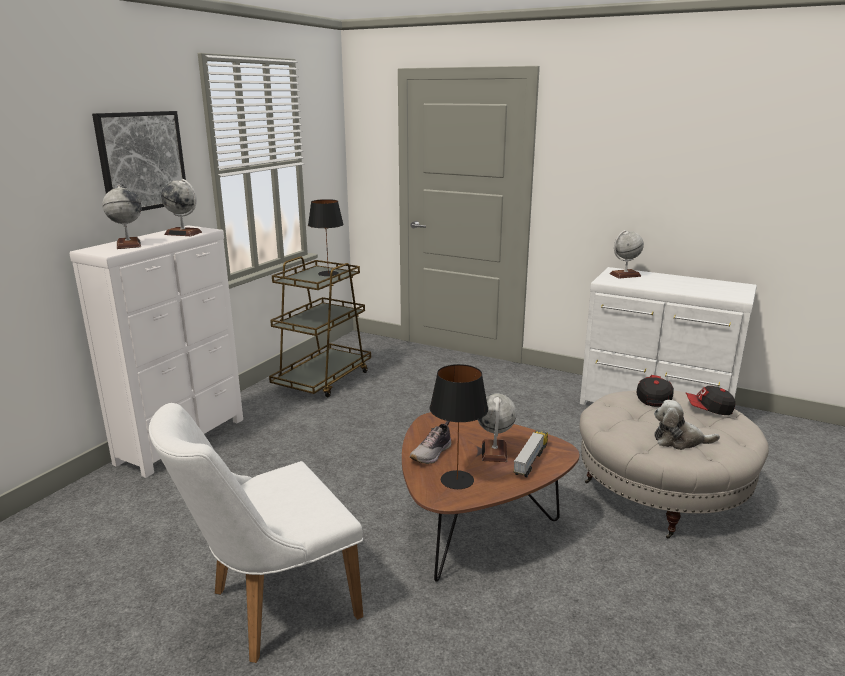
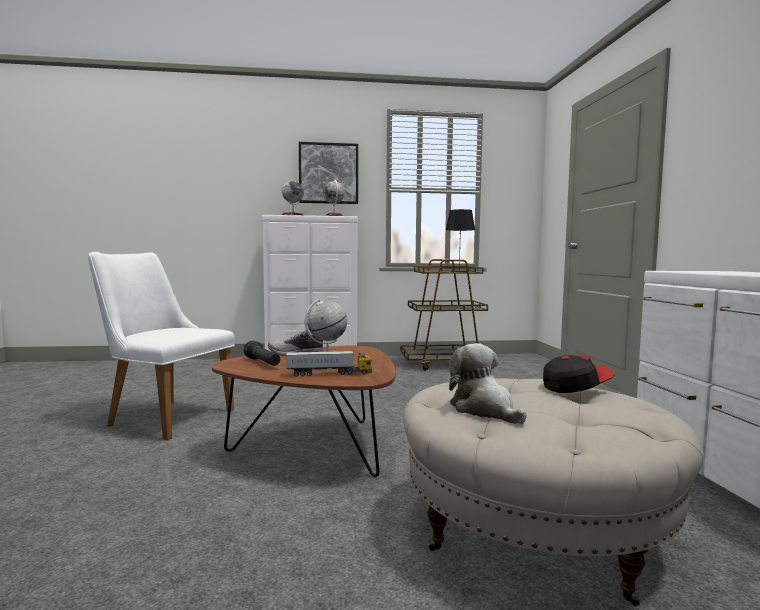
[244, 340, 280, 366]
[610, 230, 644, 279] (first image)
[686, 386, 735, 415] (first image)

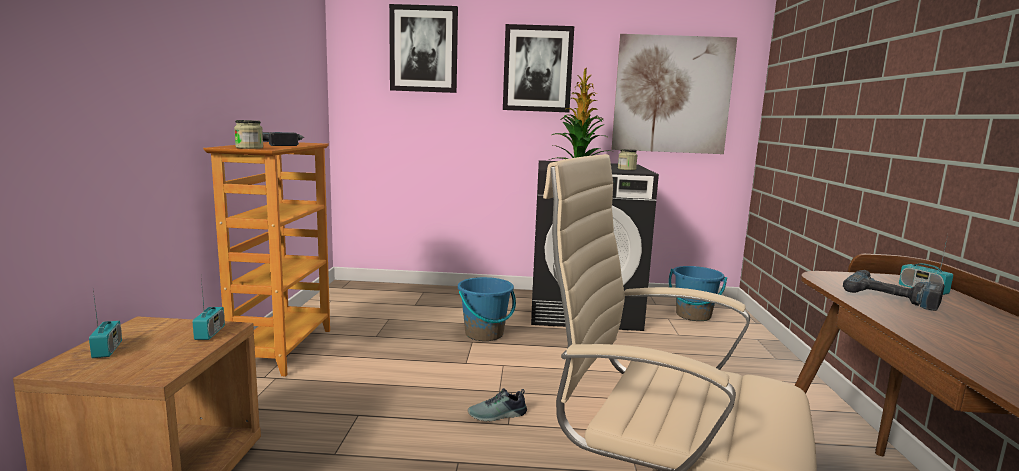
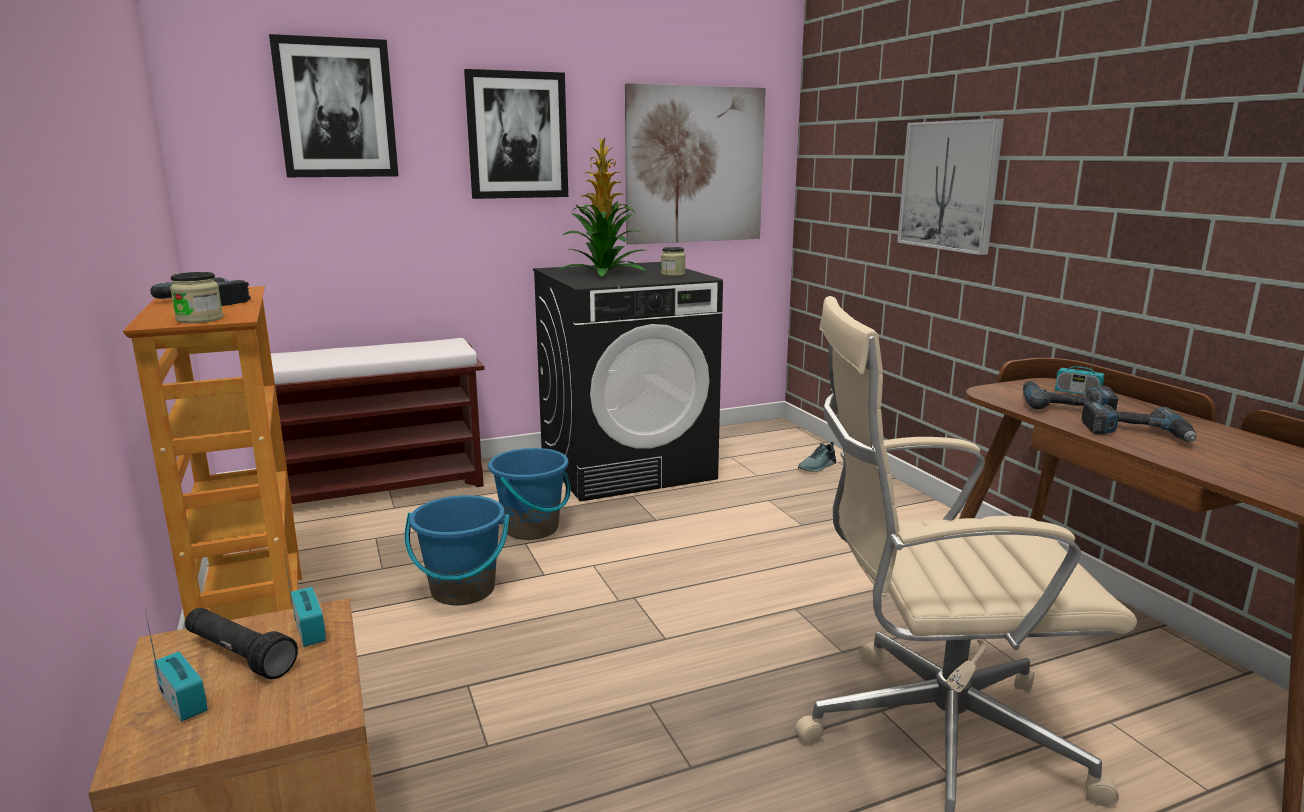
[185, 608, 298, 679]
[271, 338, 485, 504]
[404, 495, 510, 605]
[798, 442, 836, 472]
[897, 118, 1004, 255]
[1081, 401, 1197, 442]

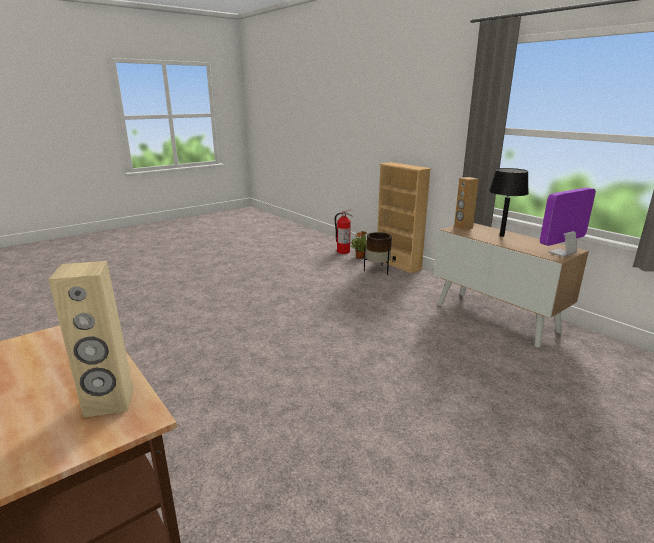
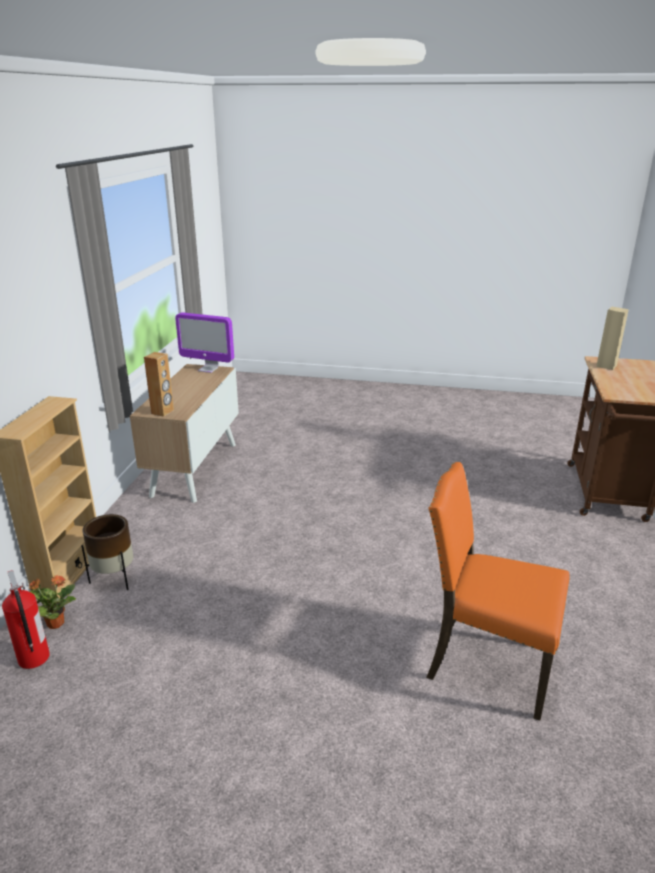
[426, 462, 570, 720]
[489, 168, 529, 237] (first image)

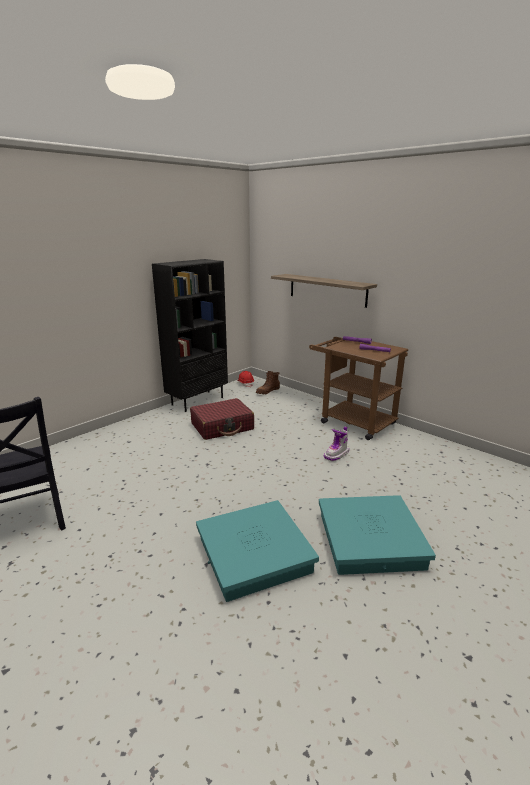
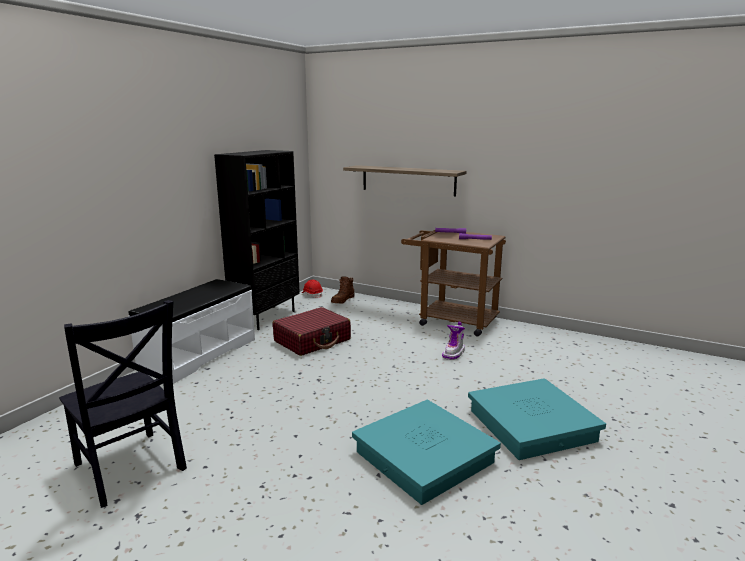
[128, 279, 255, 384]

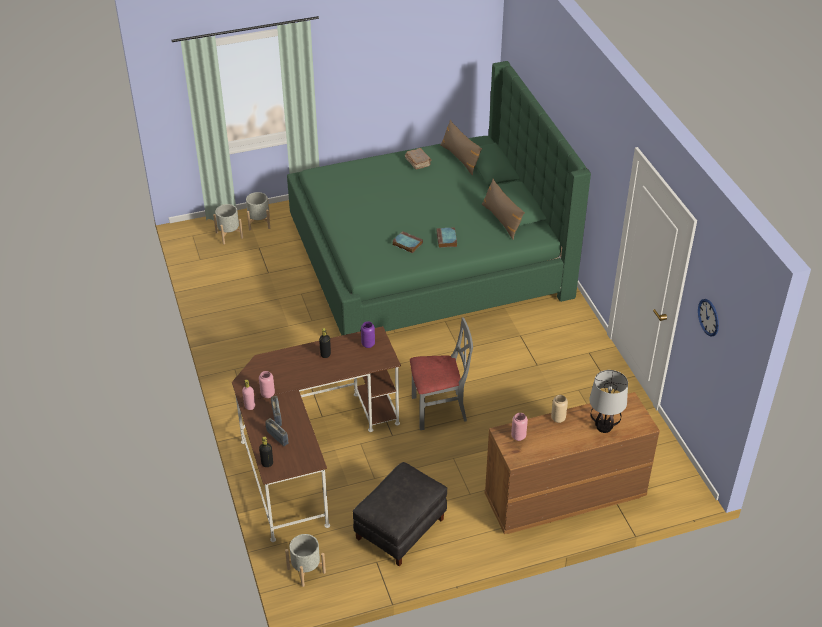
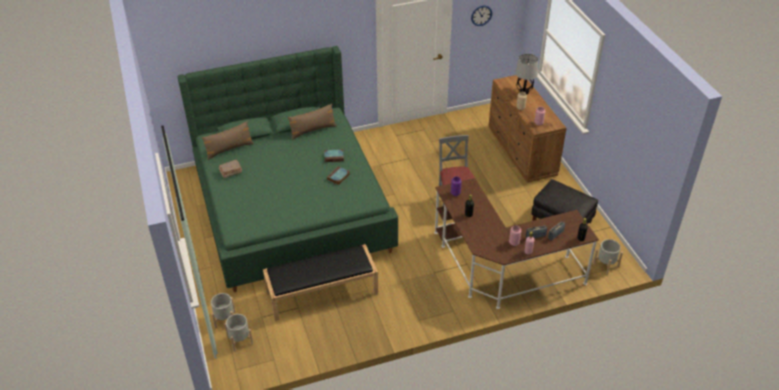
[263, 244, 378, 321]

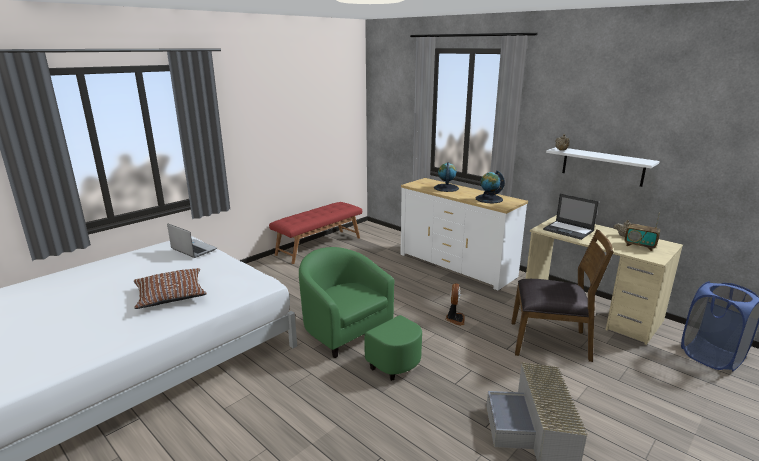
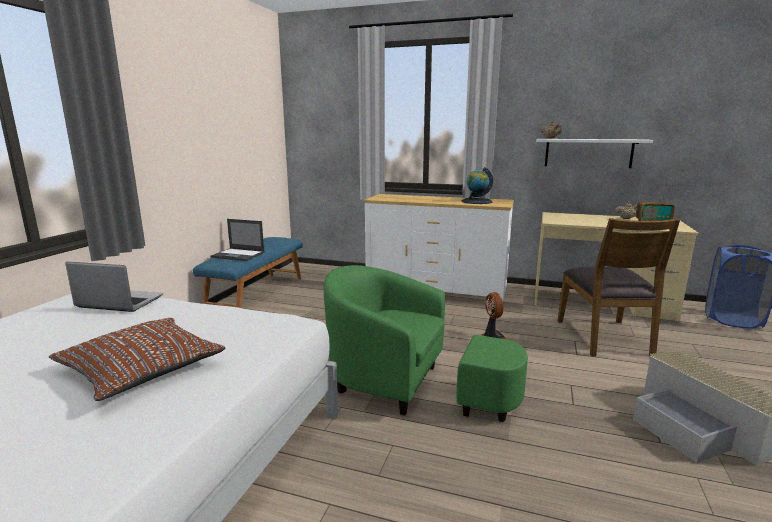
[193, 237, 303, 308]
[210, 219, 265, 261]
[557, 218, 680, 357]
[434, 162, 459, 192] (first image)

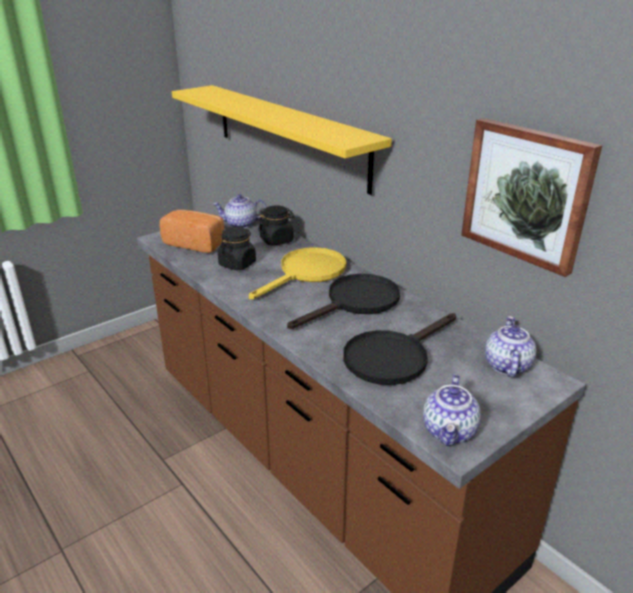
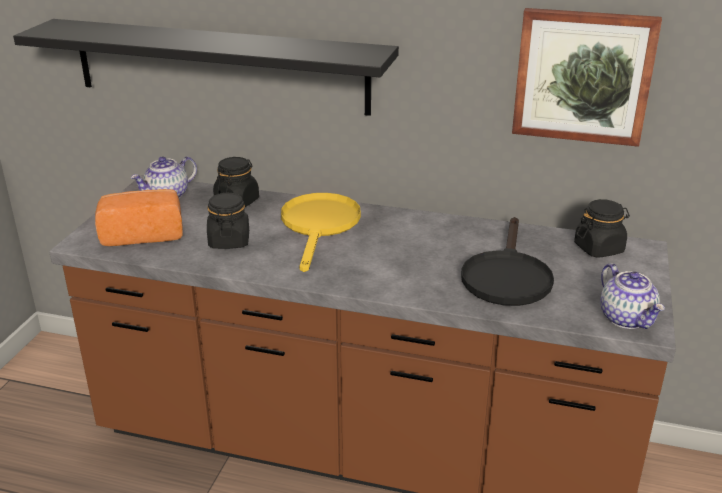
[13, 19, 399, 116]
[574, 199, 630, 258]
[287, 274, 400, 329] (first image)

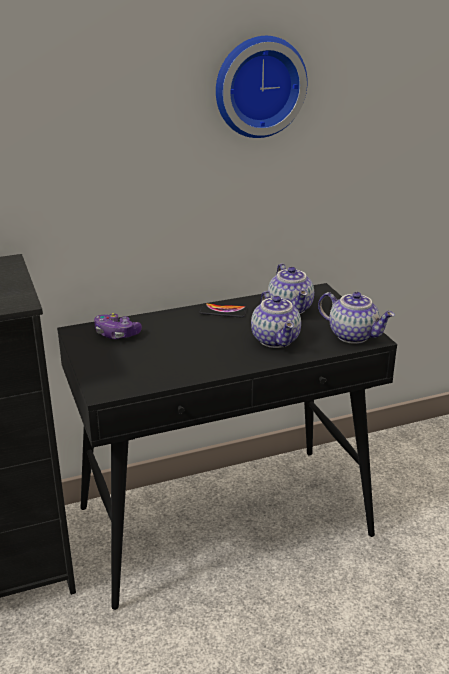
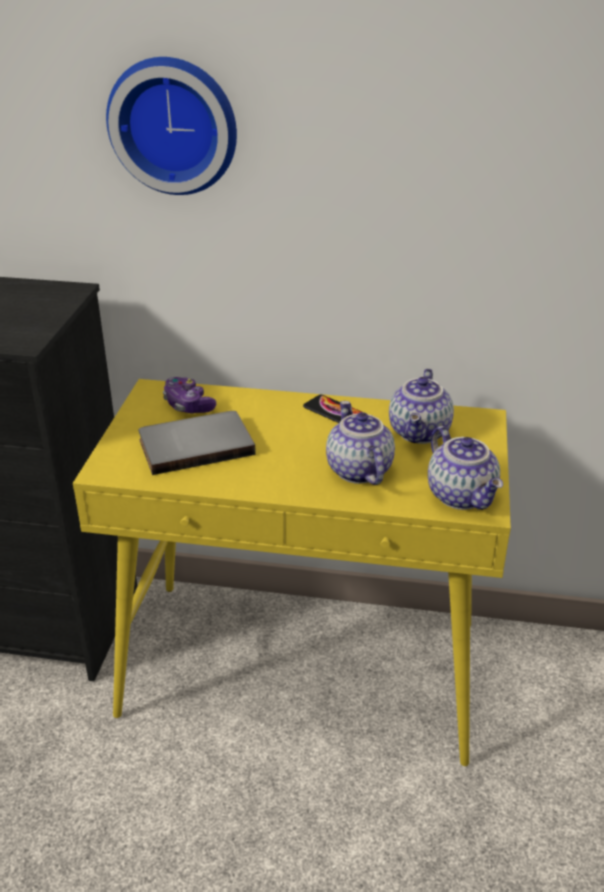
[73, 379, 511, 766]
[106, 57, 237, 195]
[138, 411, 256, 475]
[326, 401, 395, 485]

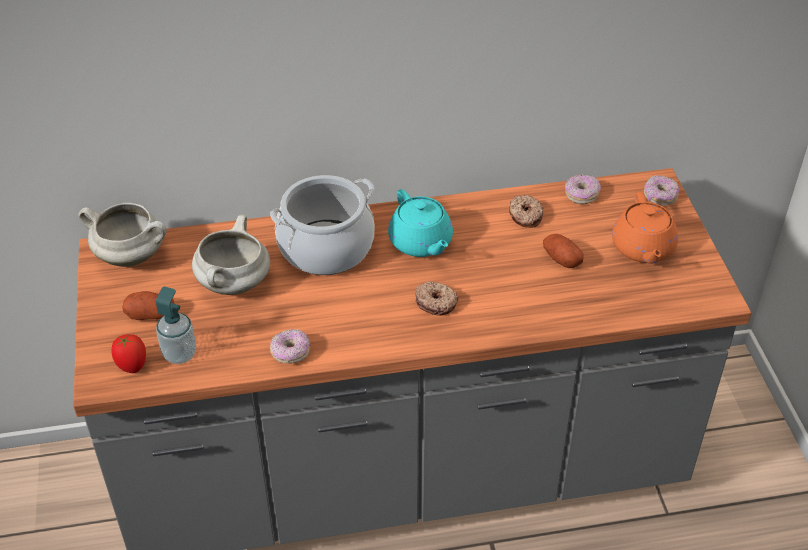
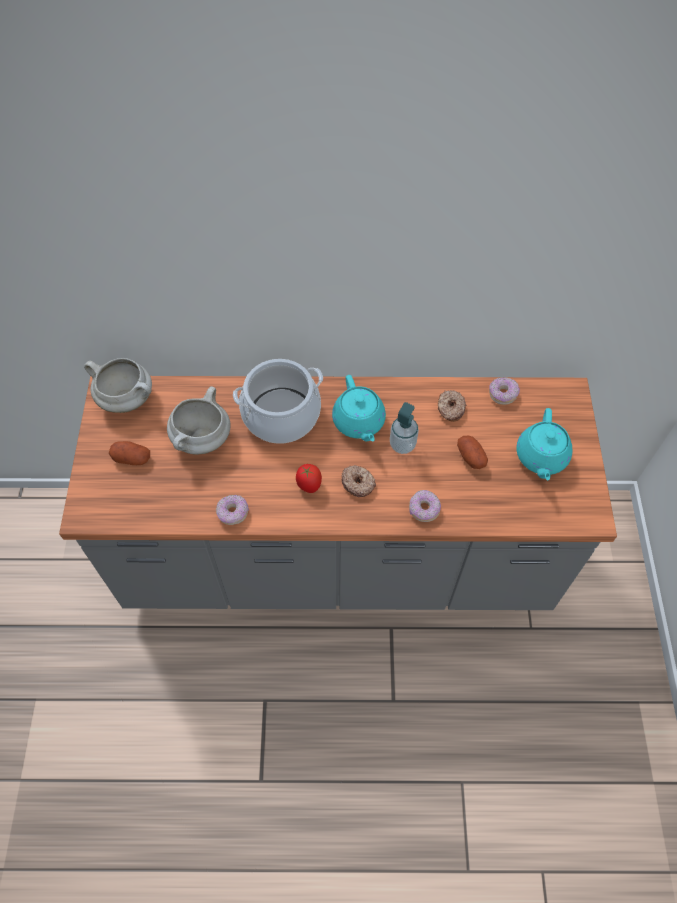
[296, 464, 322, 493]
[390, 402, 419, 454]
[409, 490, 441, 522]
[516, 408, 573, 480]

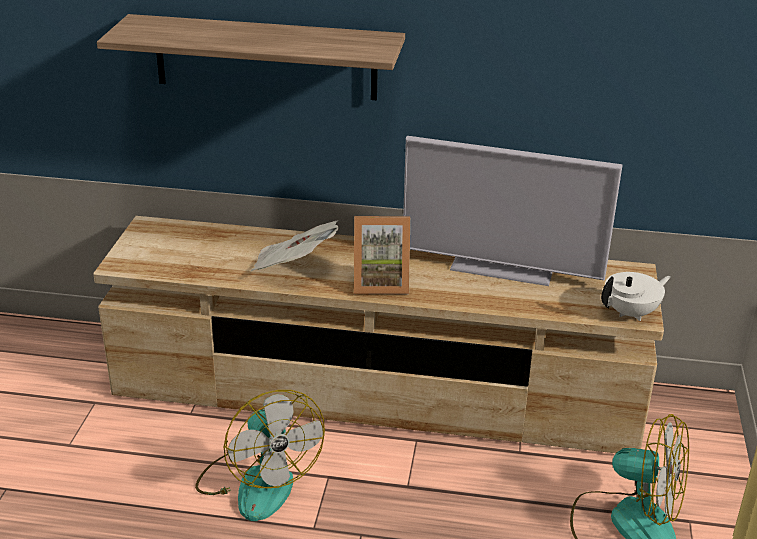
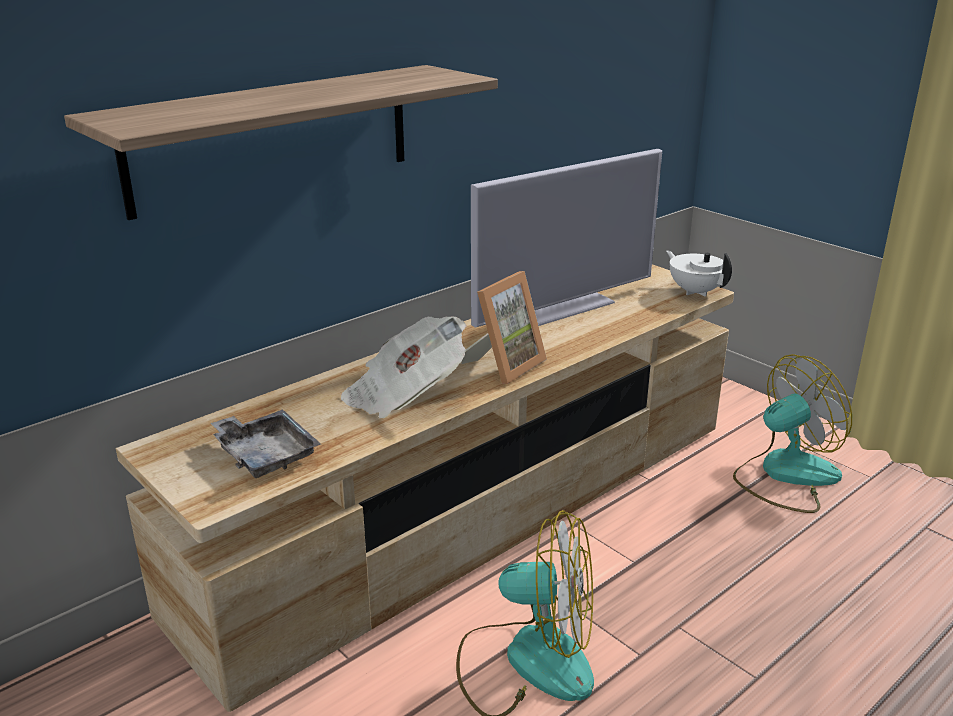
[211, 409, 321, 478]
[666, 251, 732, 297]

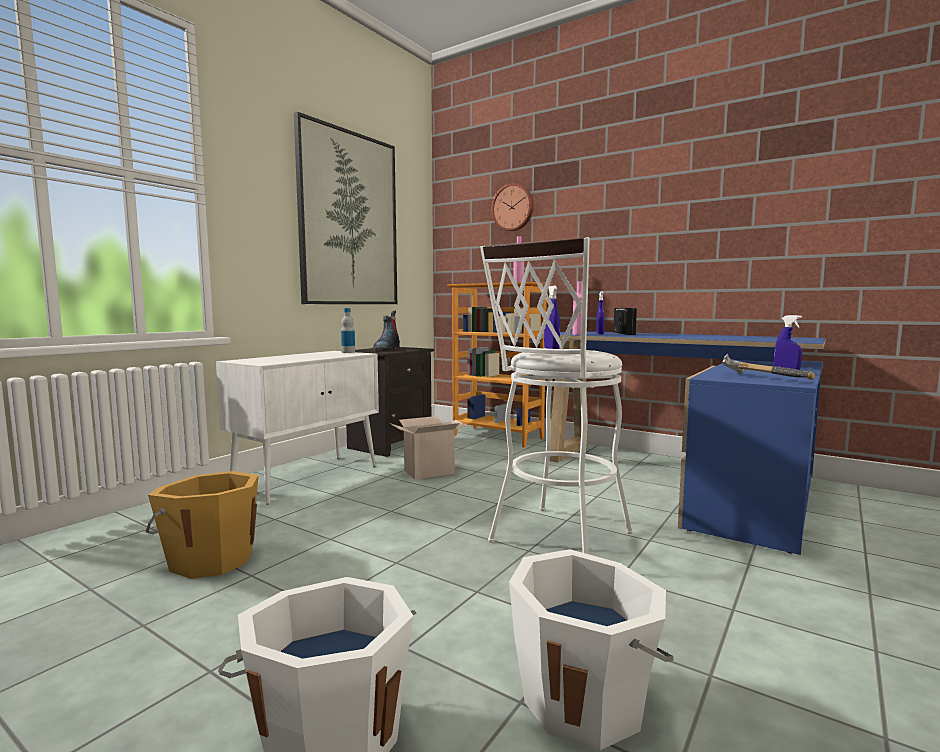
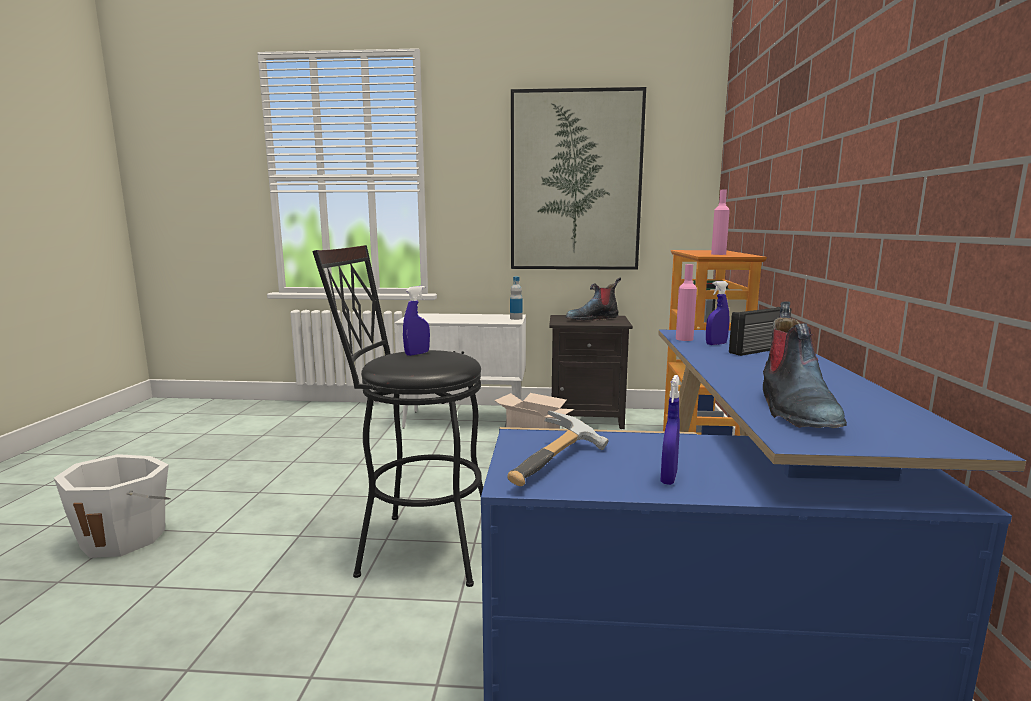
[312, 245, 483, 587]
[763, 301, 847, 428]
[146, 471, 259, 579] (first image)
[491, 183, 534, 231] (first image)
[509, 549, 673, 750] (first image)

